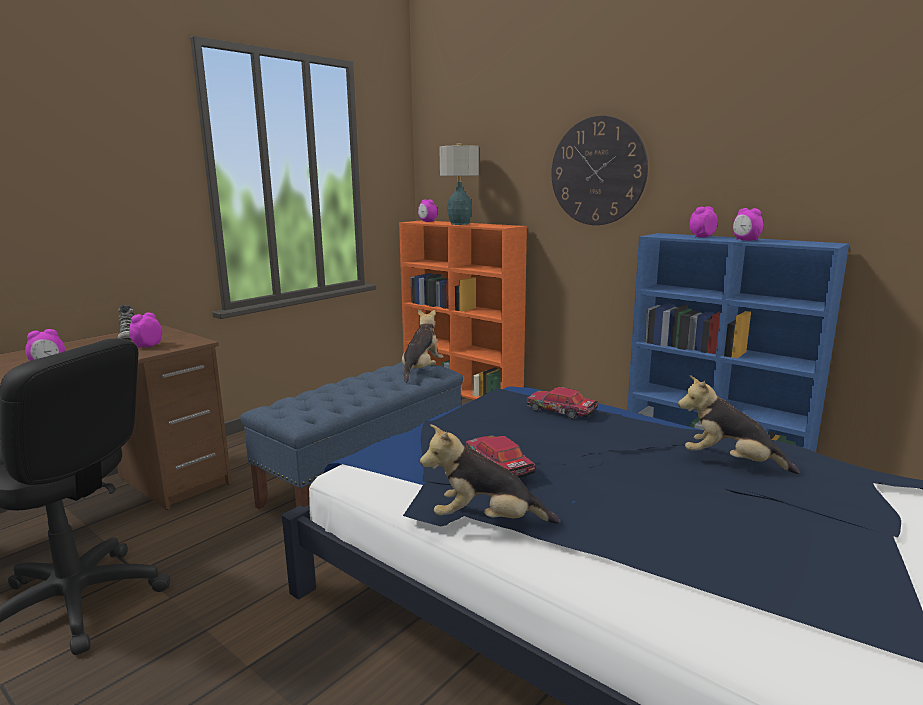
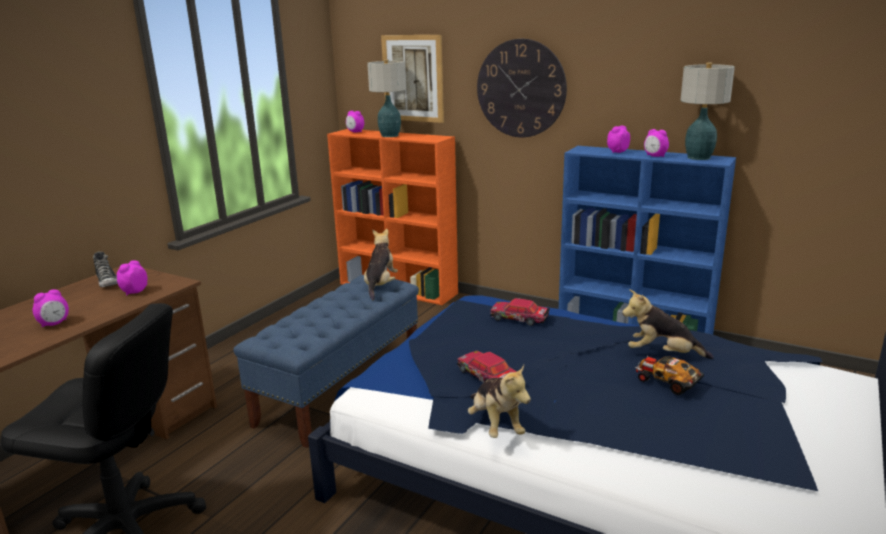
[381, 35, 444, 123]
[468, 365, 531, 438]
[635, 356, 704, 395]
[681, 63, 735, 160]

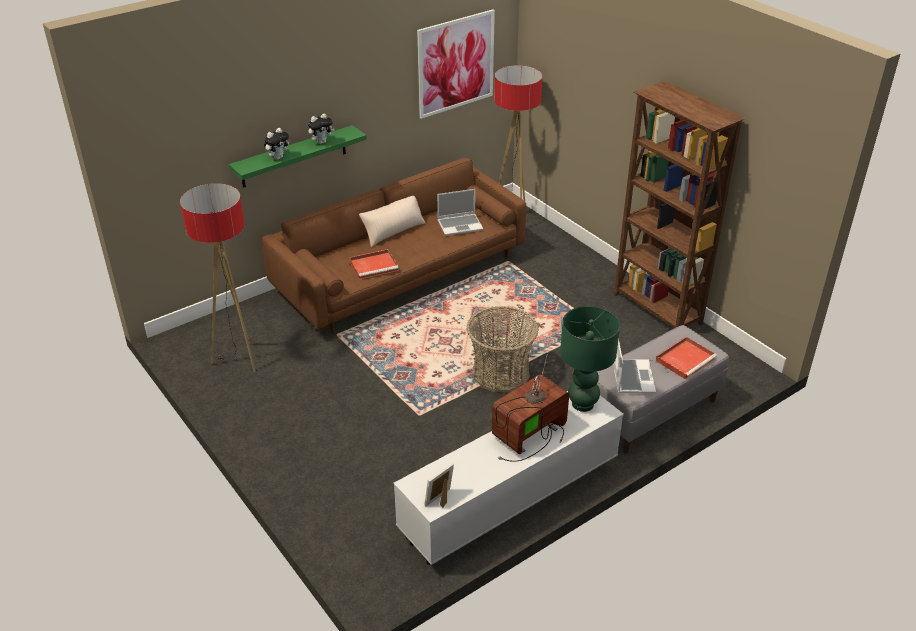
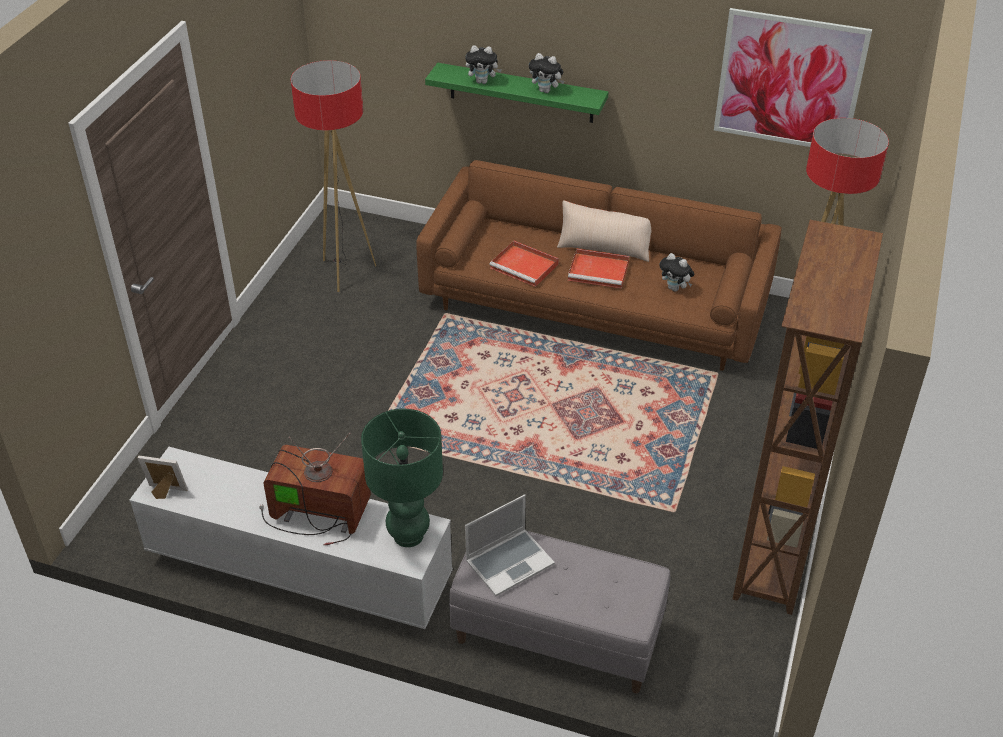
[568, 249, 629, 289]
[659, 253, 694, 292]
[466, 306, 539, 392] (first image)

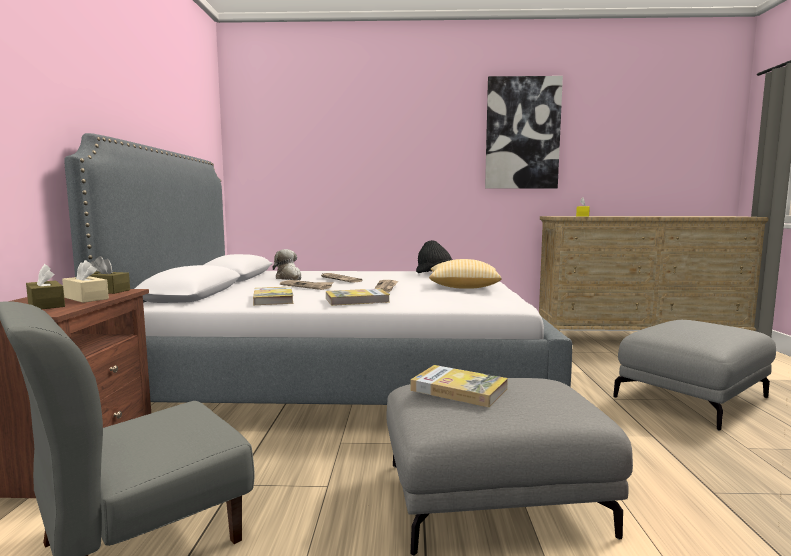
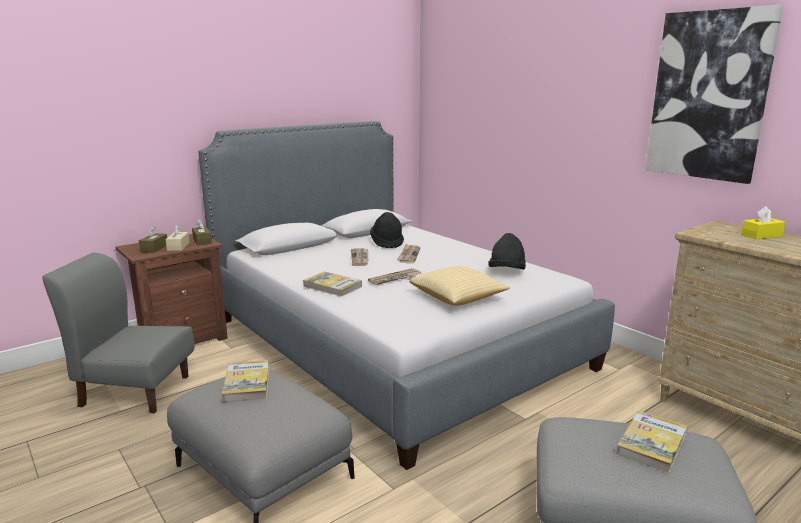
[370, 212, 404, 248]
[616, 411, 687, 473]

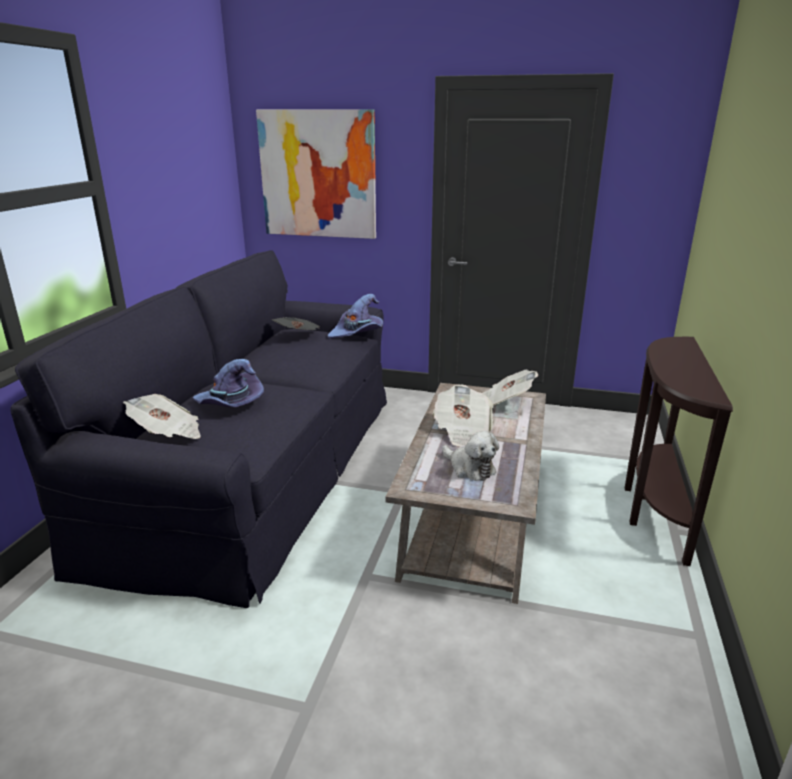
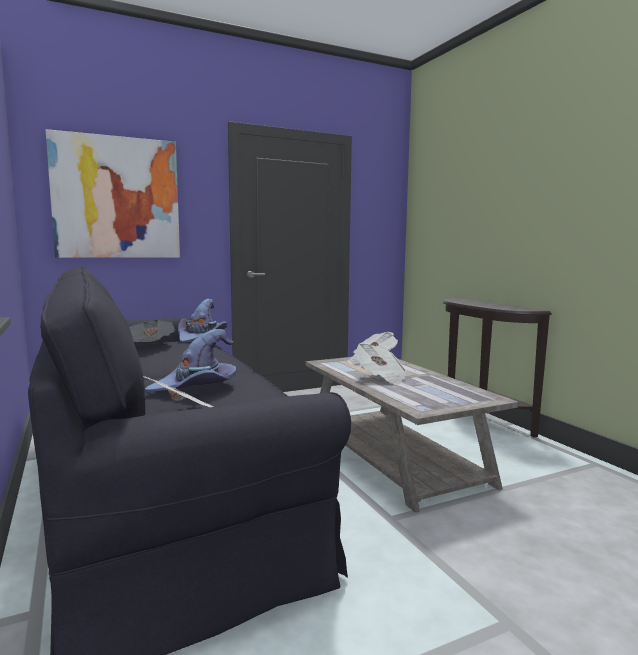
[442, 431, 499, 481] (first image)

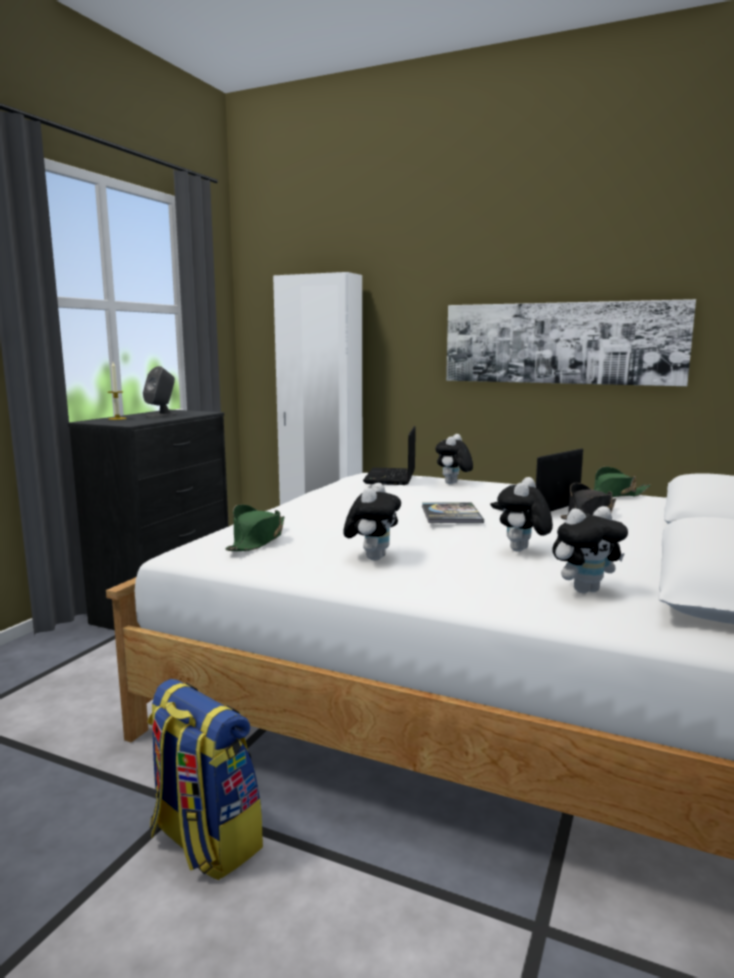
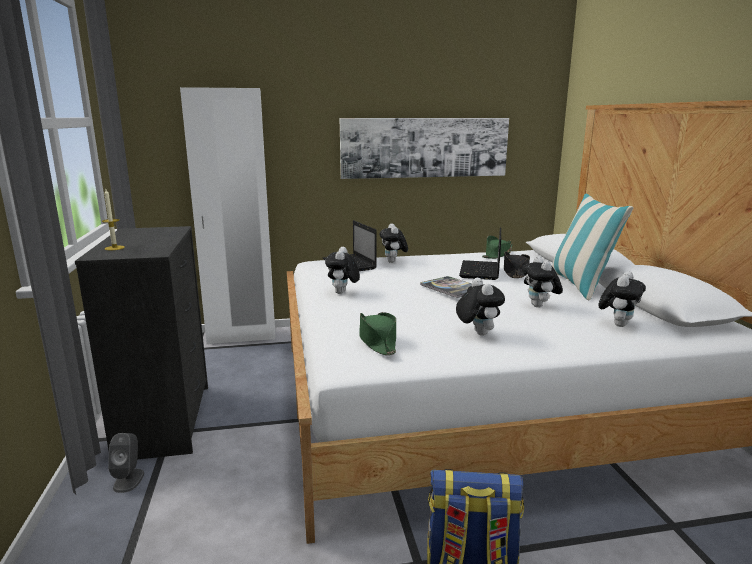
[108, 433, 144, 493]
[325, 247, 360, 294]
[552, 194, 634, 300]

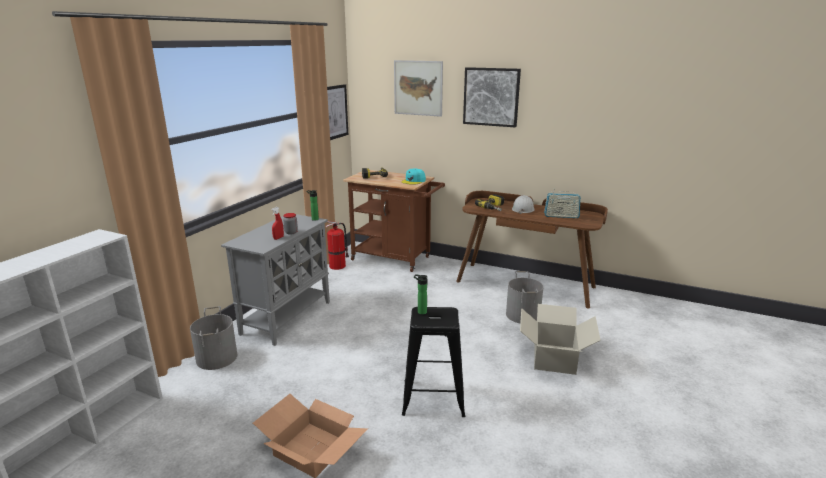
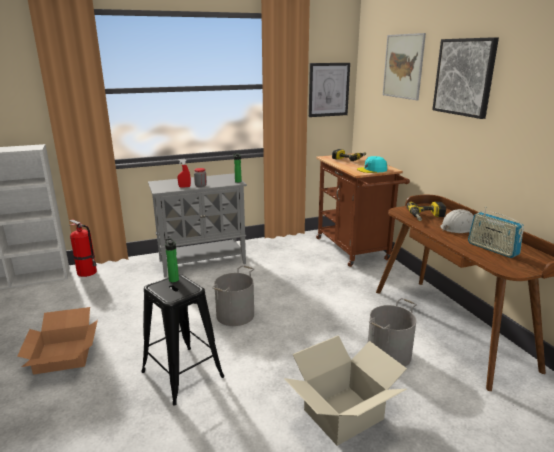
[69, 219, 97, 277]
[212, 266, 254, 326]

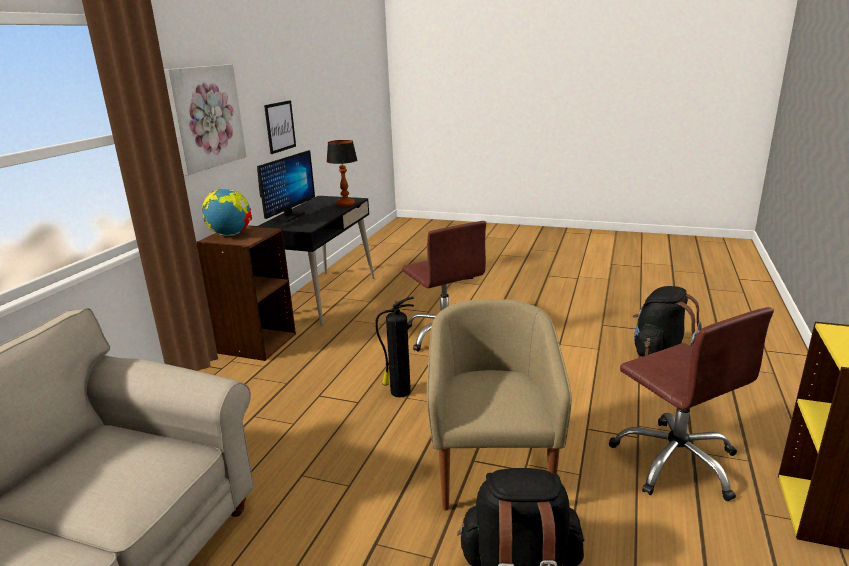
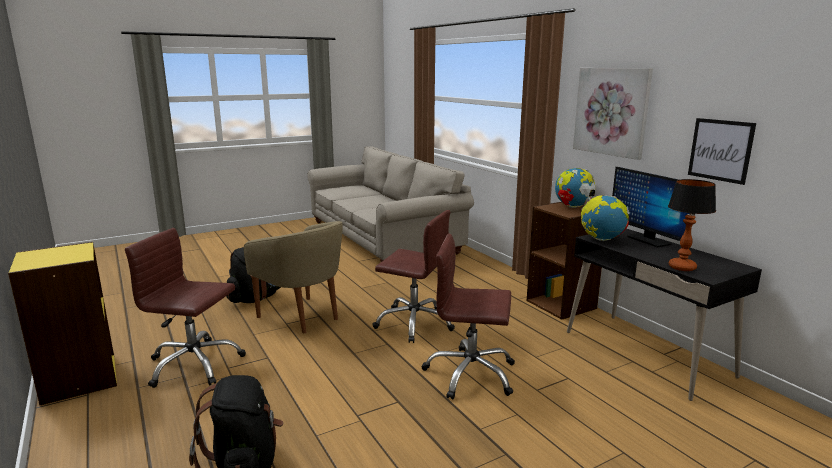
[372, 210, 455, 343]
[581, 195, 629, 241]

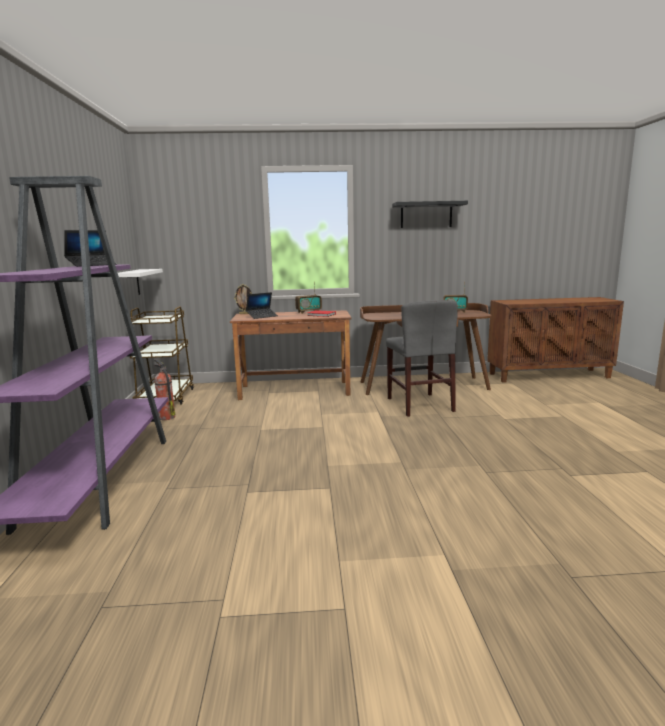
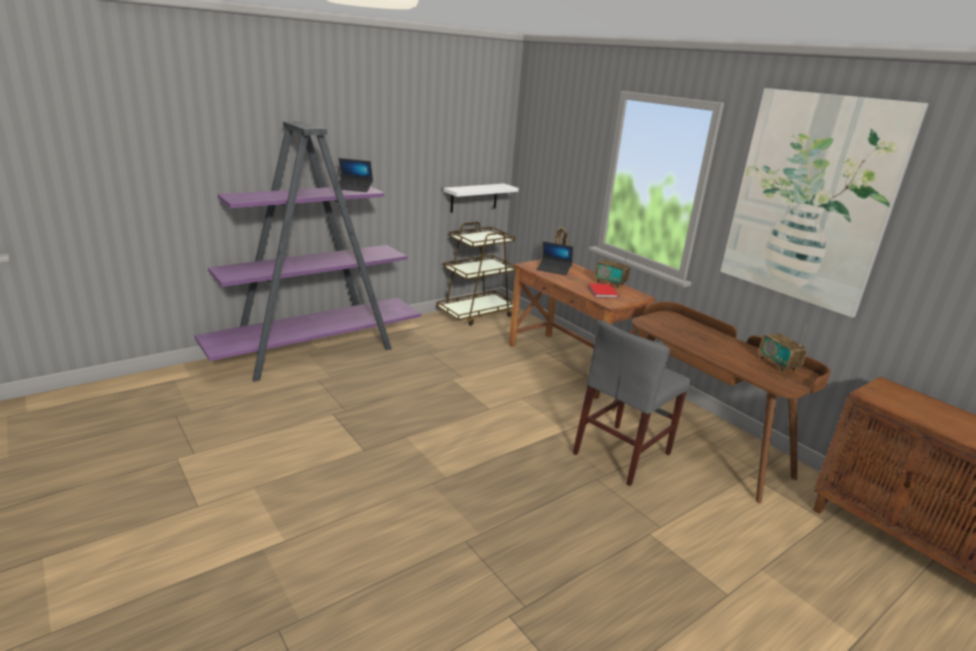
[720, 88, 929, 318]
[154, 359, 176, 420] (first image)

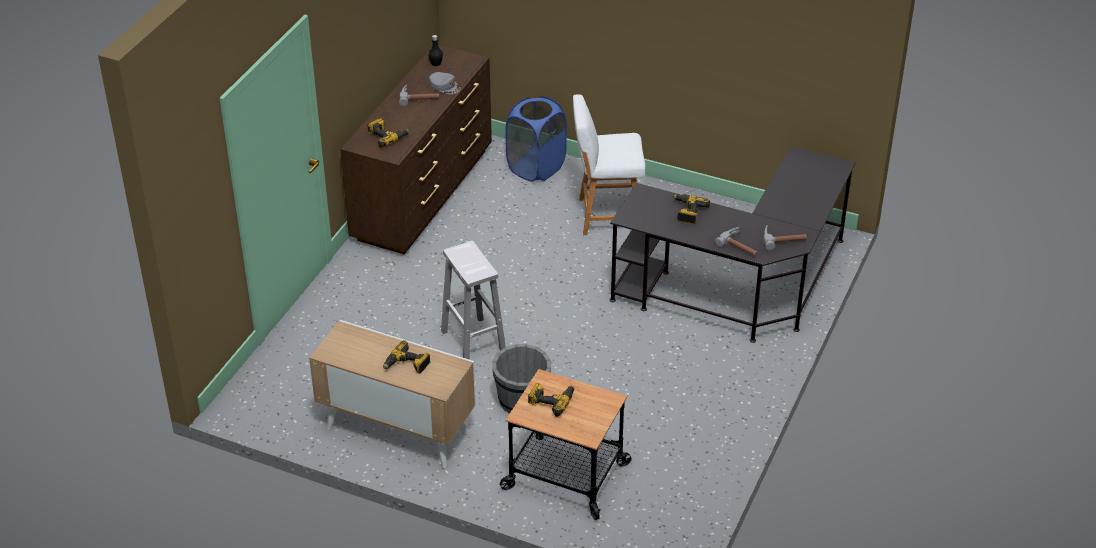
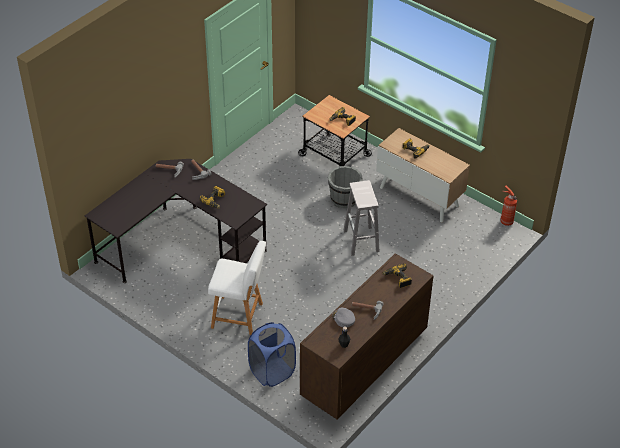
[501, 185, 517, 226]

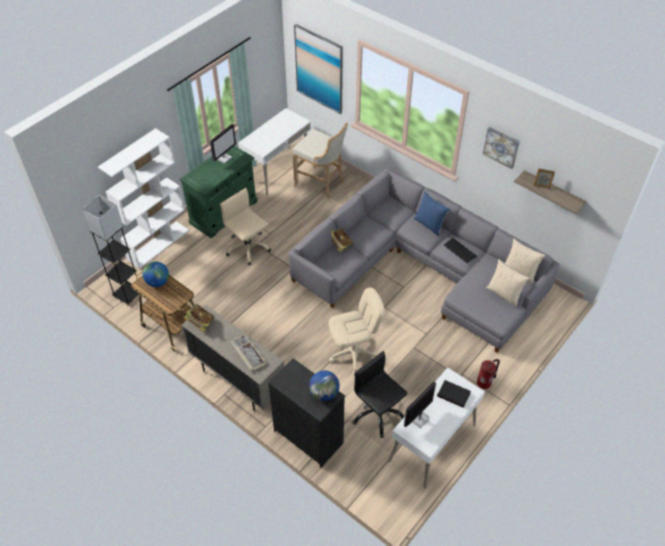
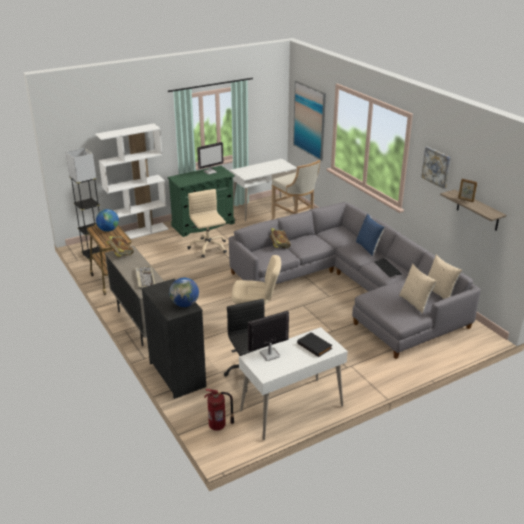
[204, 389, 234, 431]

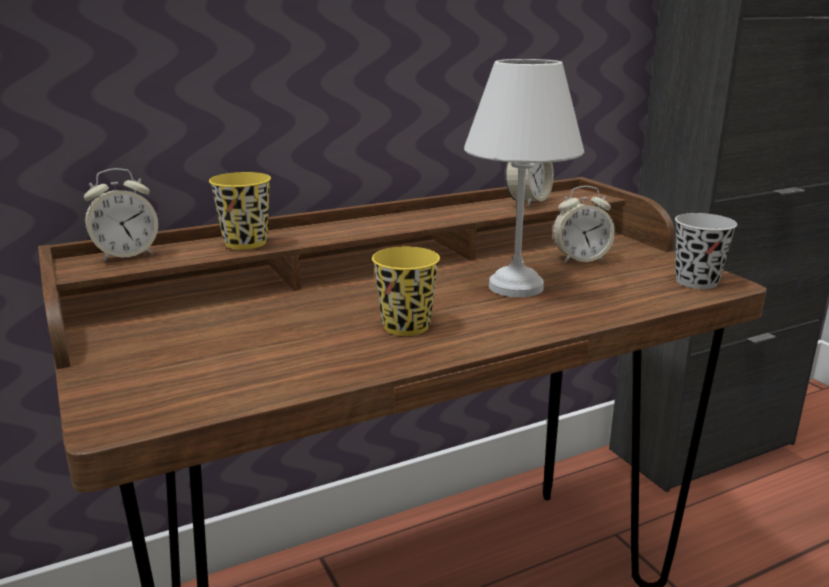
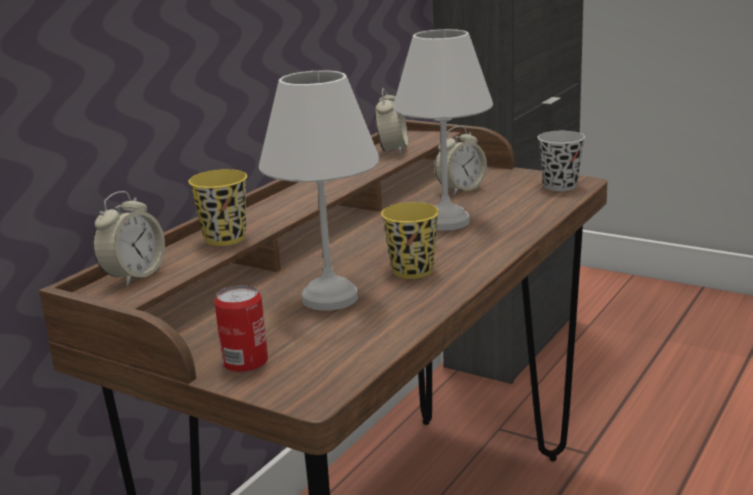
[214, 285, 268, 373]
[259, 70, 379, 311]

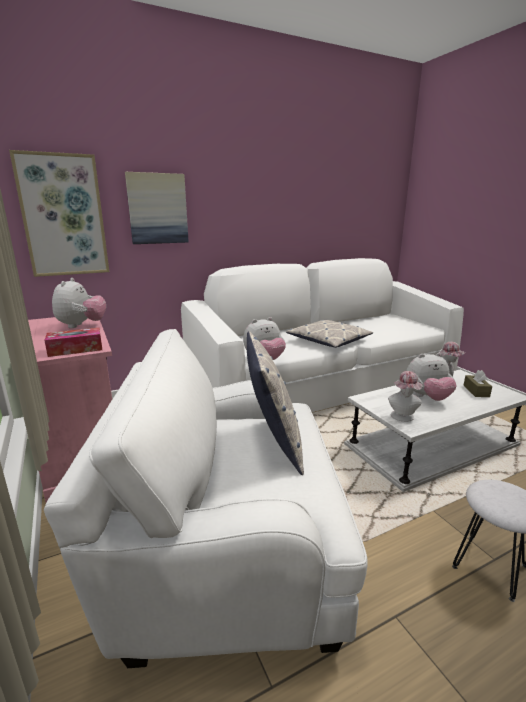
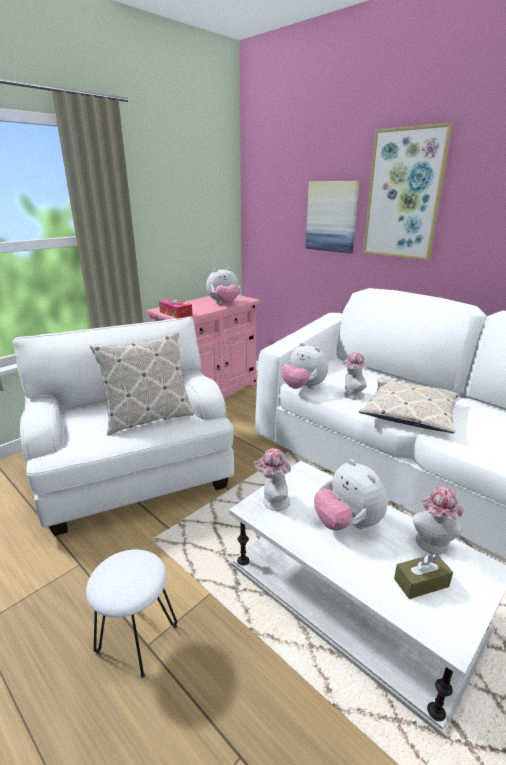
[342, 352, 368, 400]
[363, 123, 453, 260]

